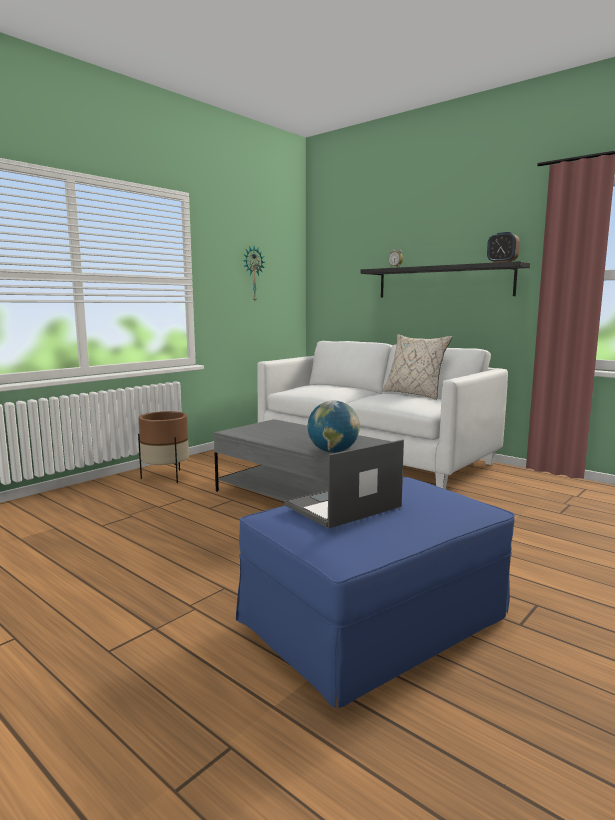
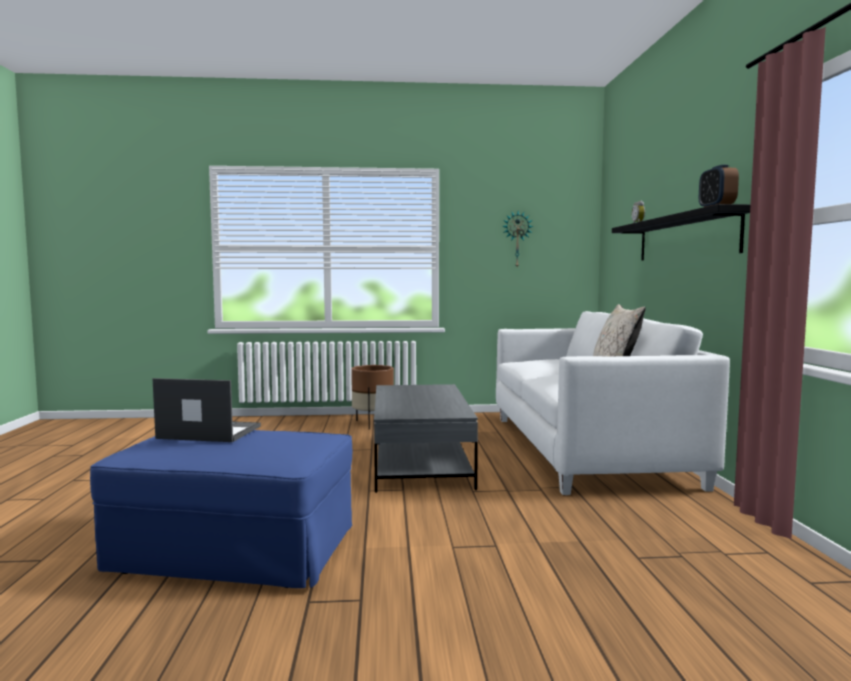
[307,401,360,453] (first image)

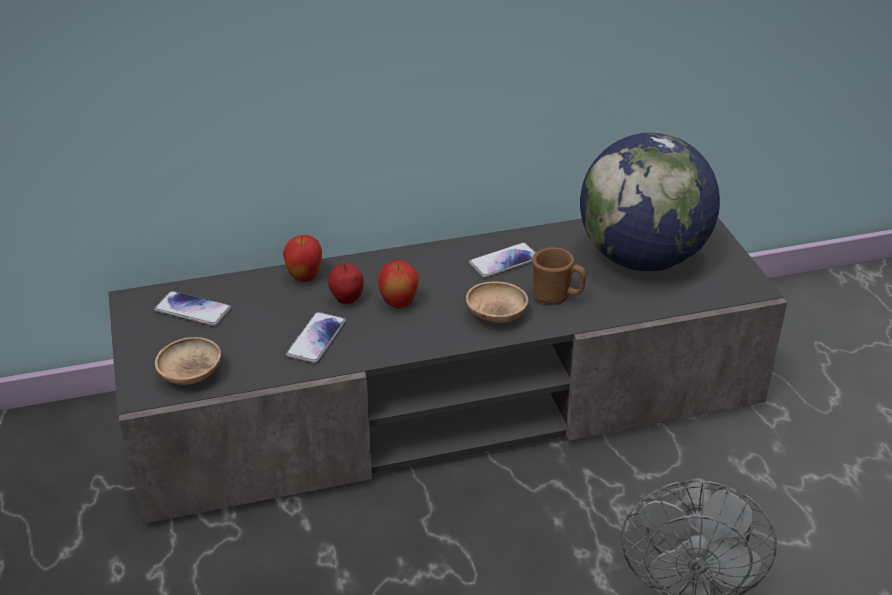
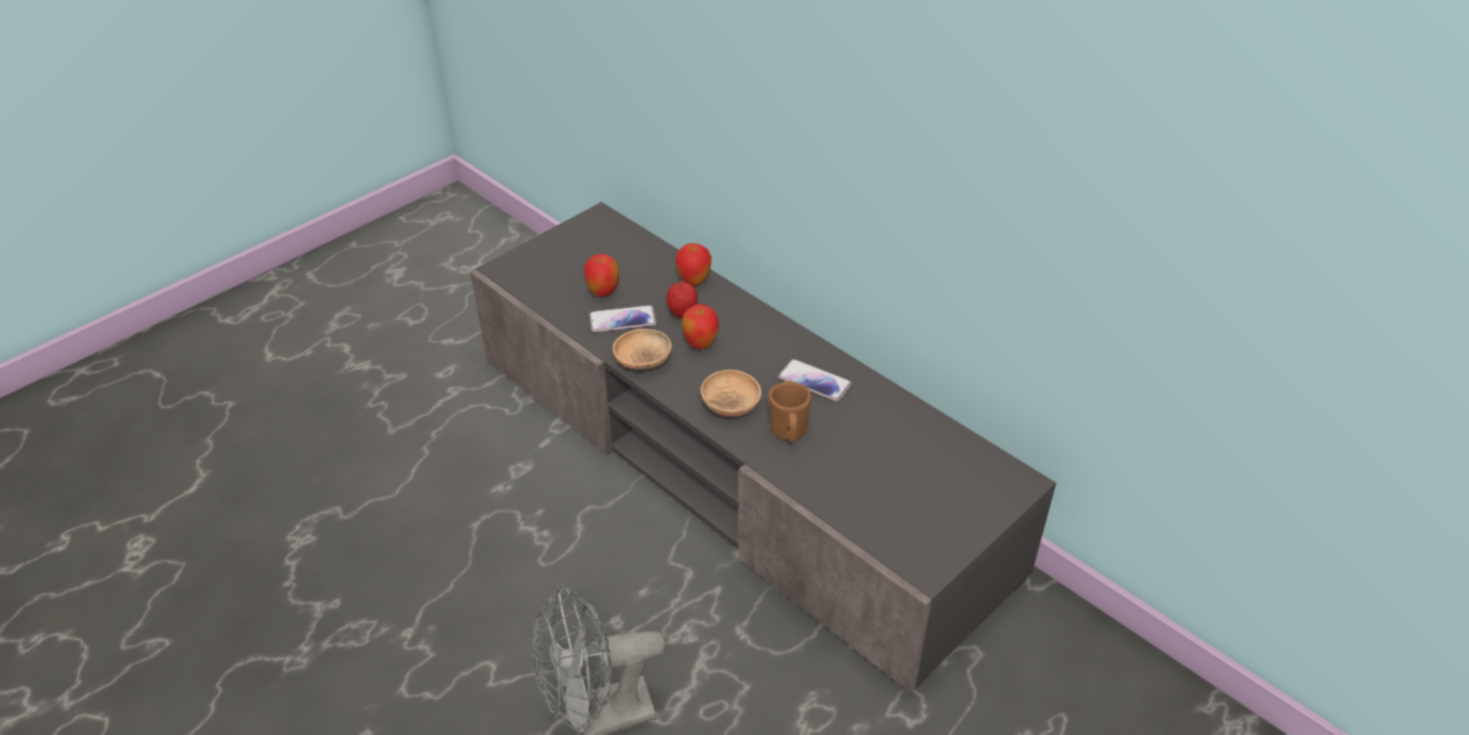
[154,291,231,326] (first image)
[613,329,672,370]
[580,133,720,271] (first image)
[584,254,619,297]

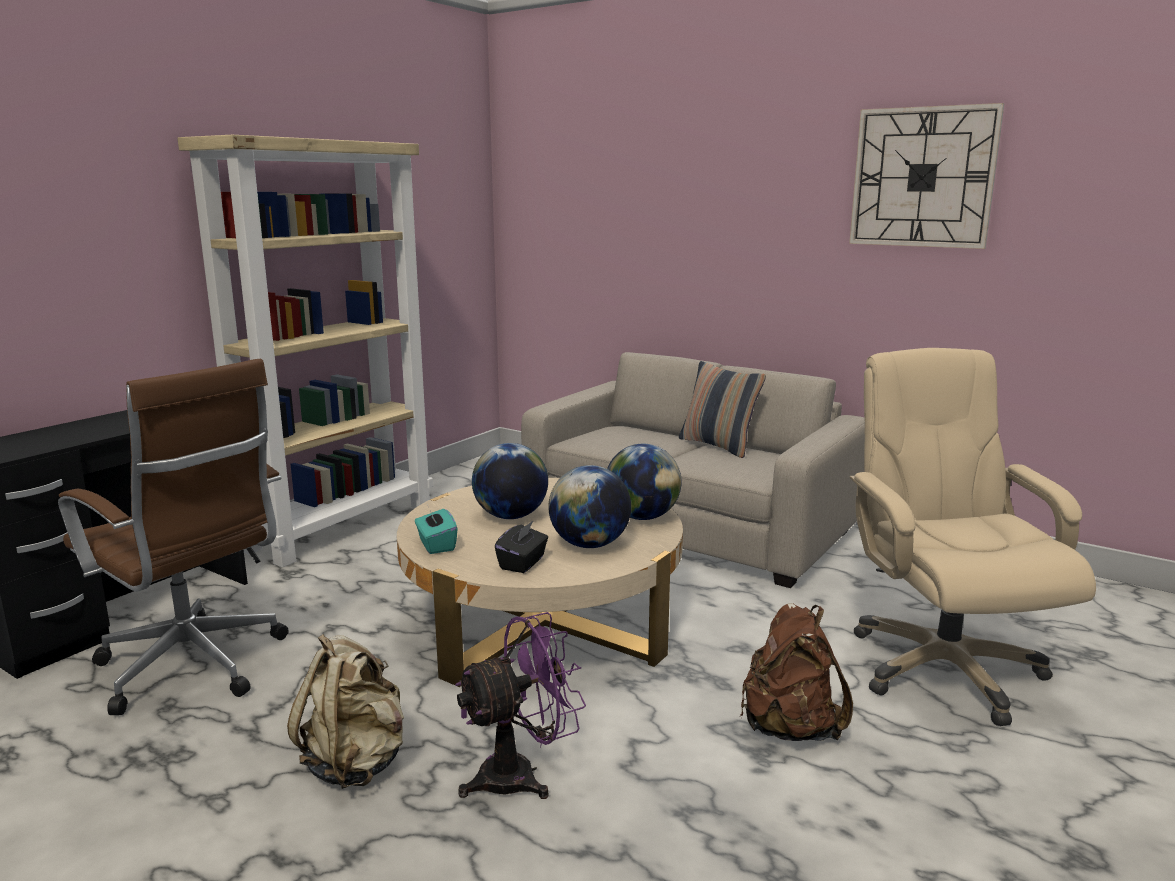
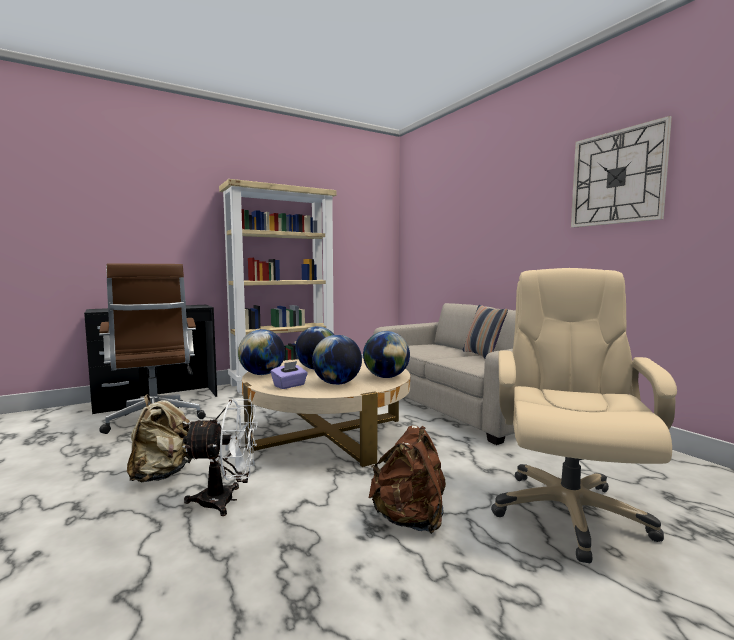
[238,329,285,375]
[182,399,258,516]
[271,361,308,389]

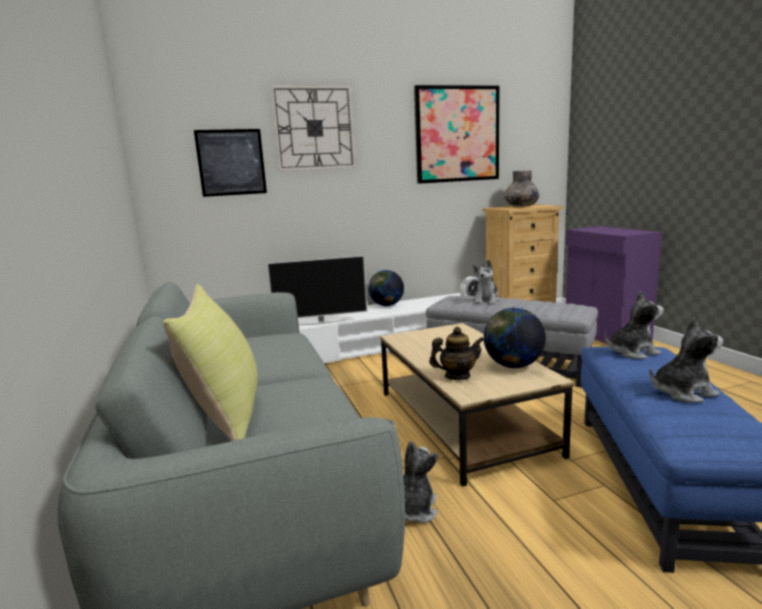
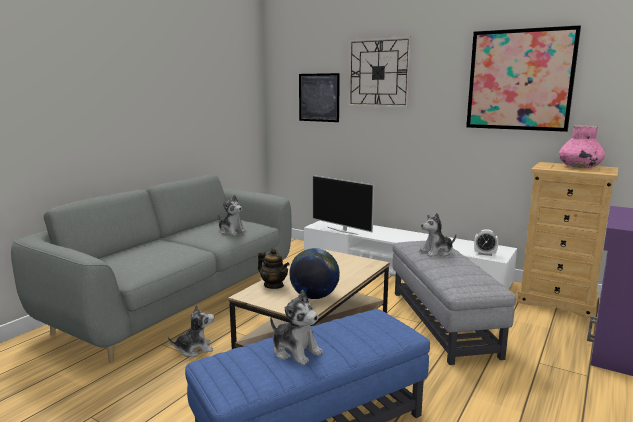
[163,284,258,441] (first image)
[368,270,404,306] (first image)
[559,125,605,168]
[218,195,247,236]

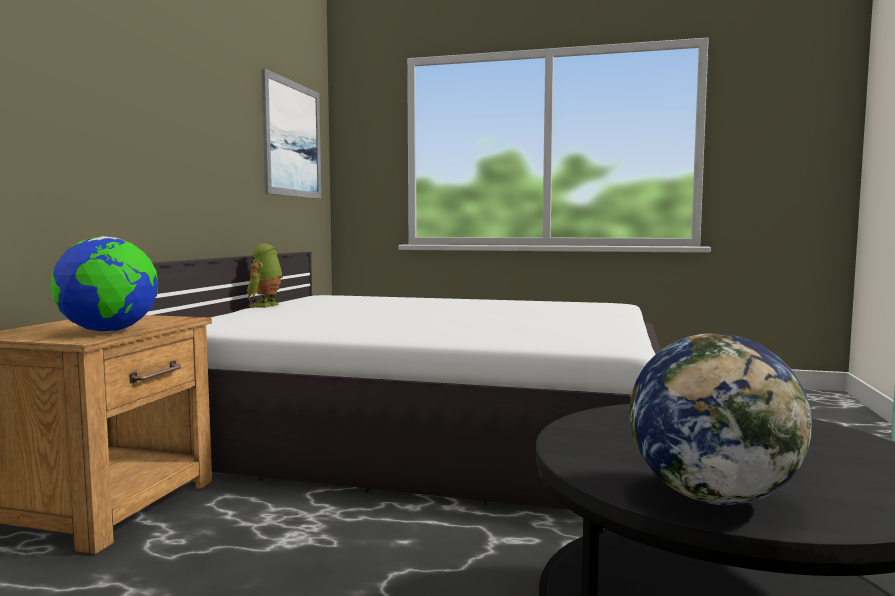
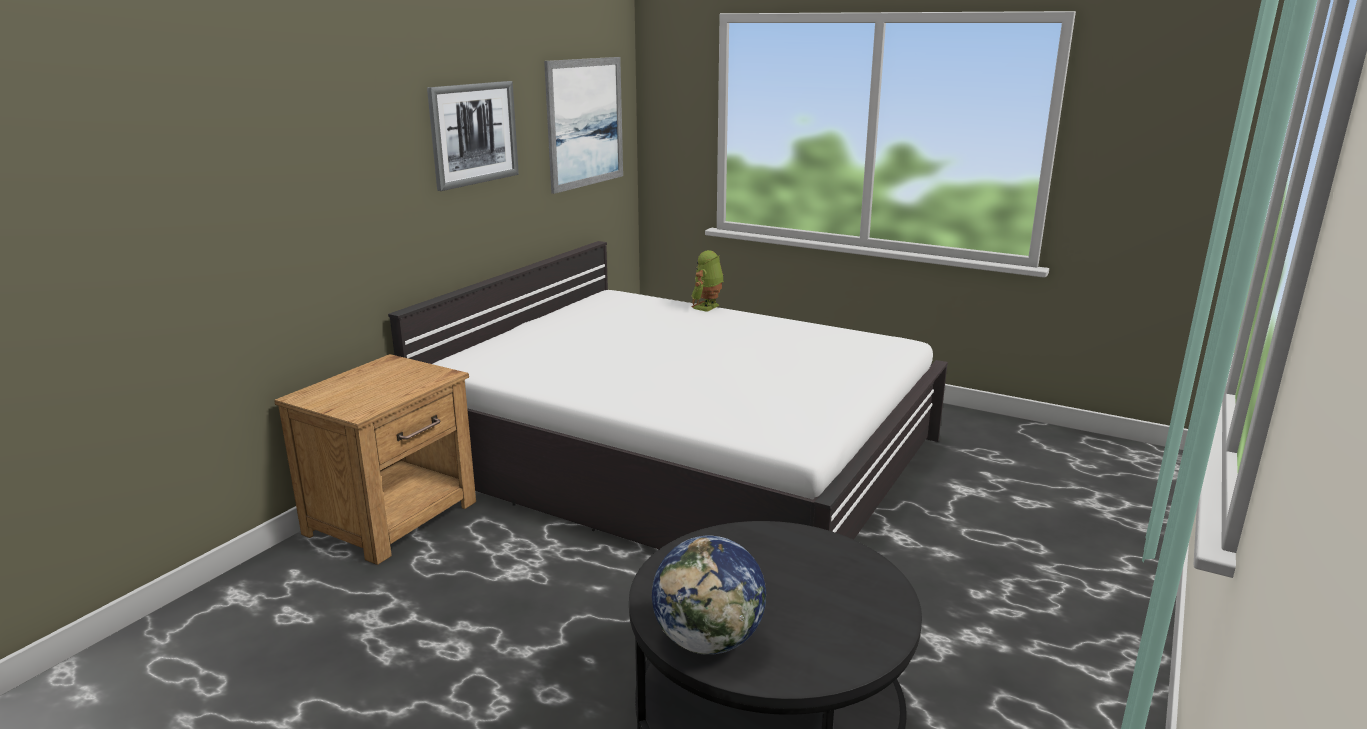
[50,236,158,332] (first image)
[691,250,724,312]
[427,81,519,191]

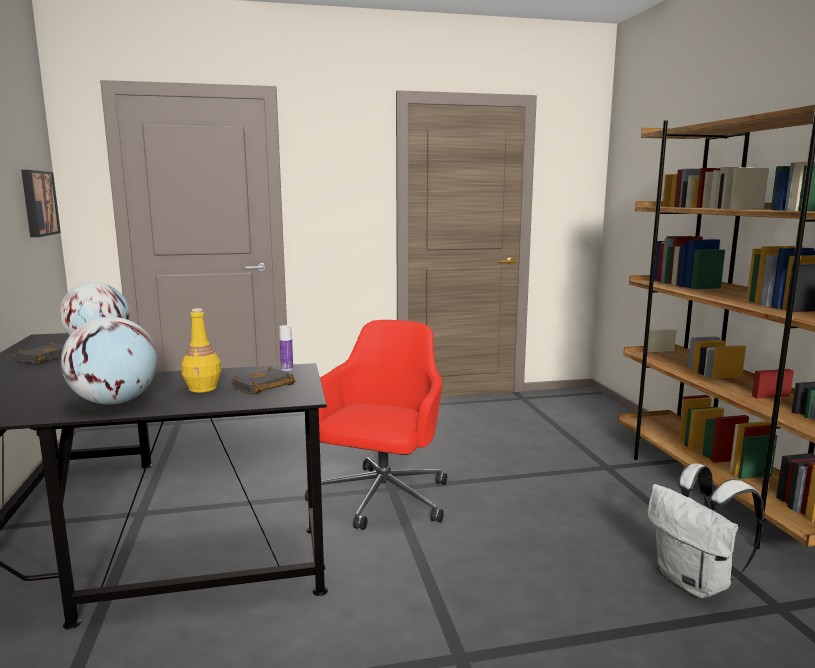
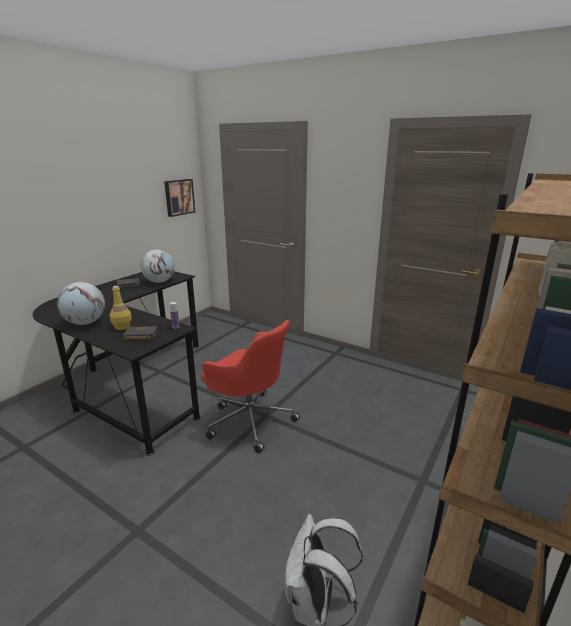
[201,320,300,453]

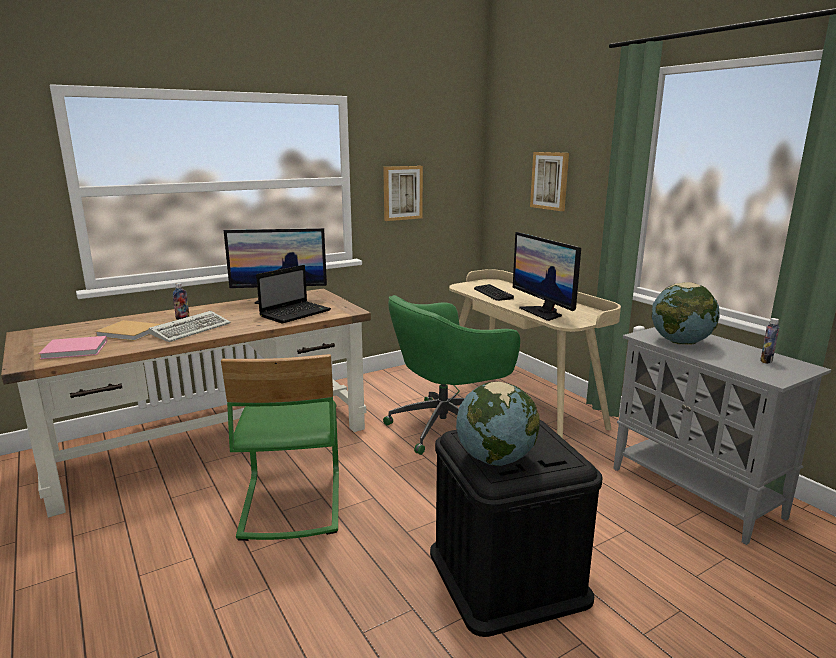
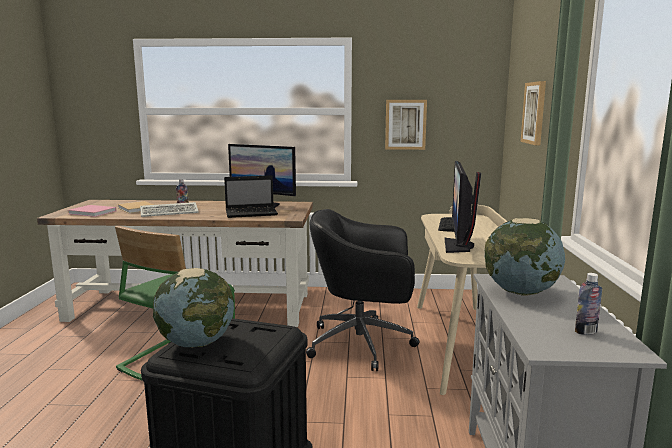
[306,209,419,371]

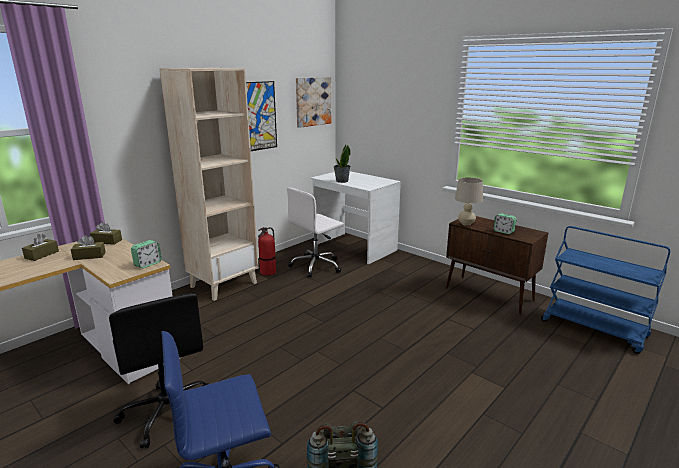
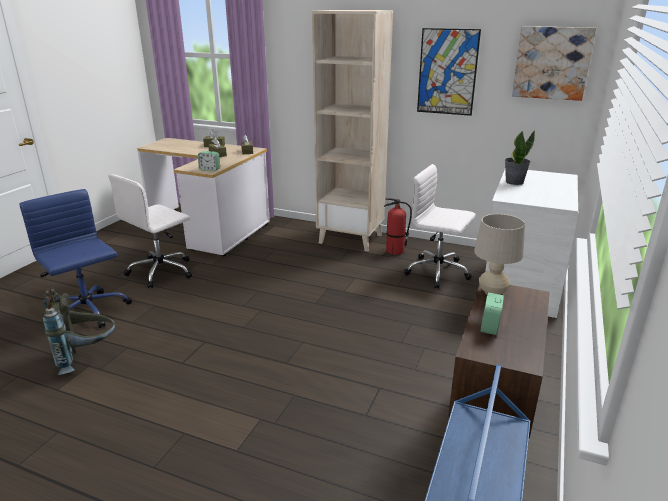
[108,174,192,288]

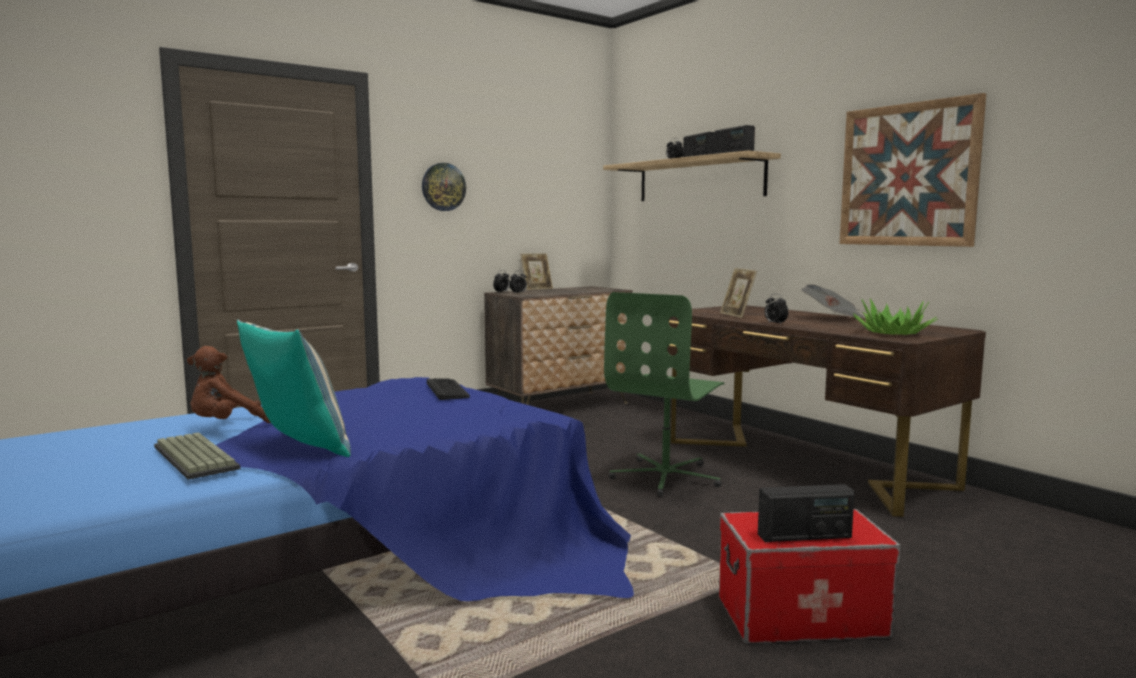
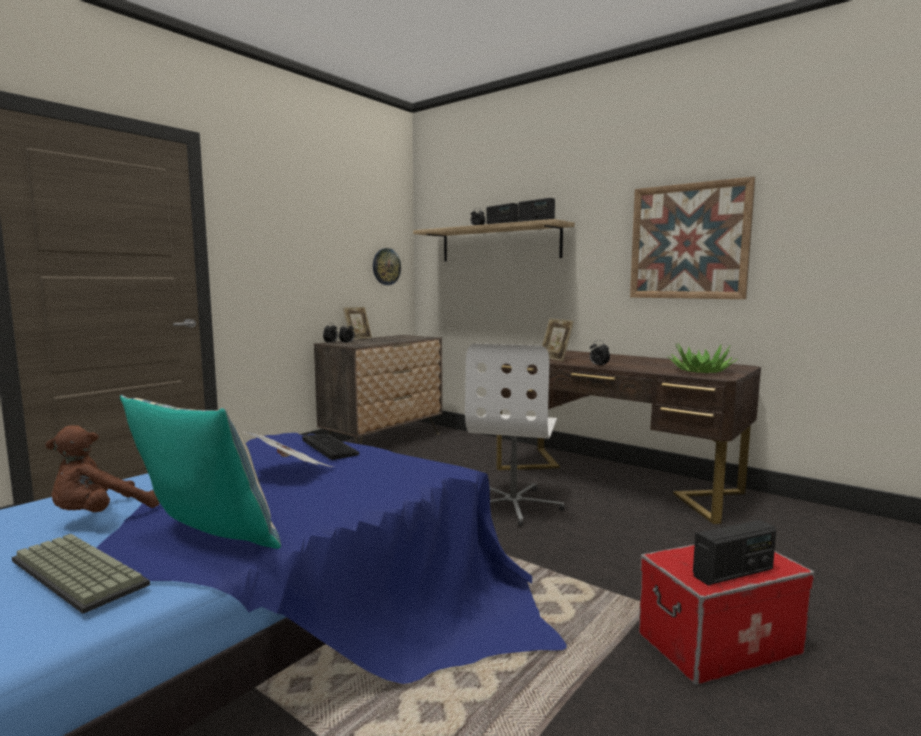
[373,248,401,285]
[465,343,565,526]
[241,431,334,467]

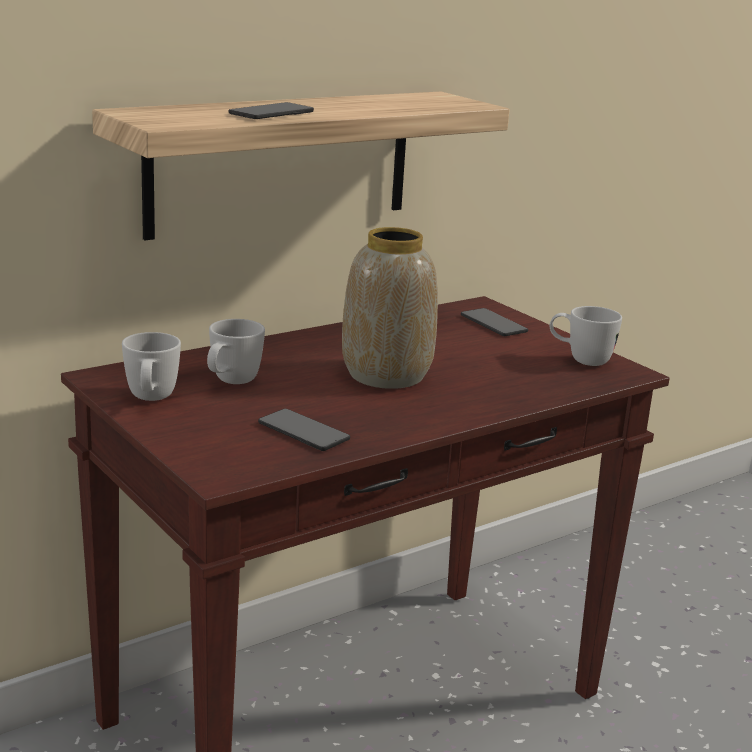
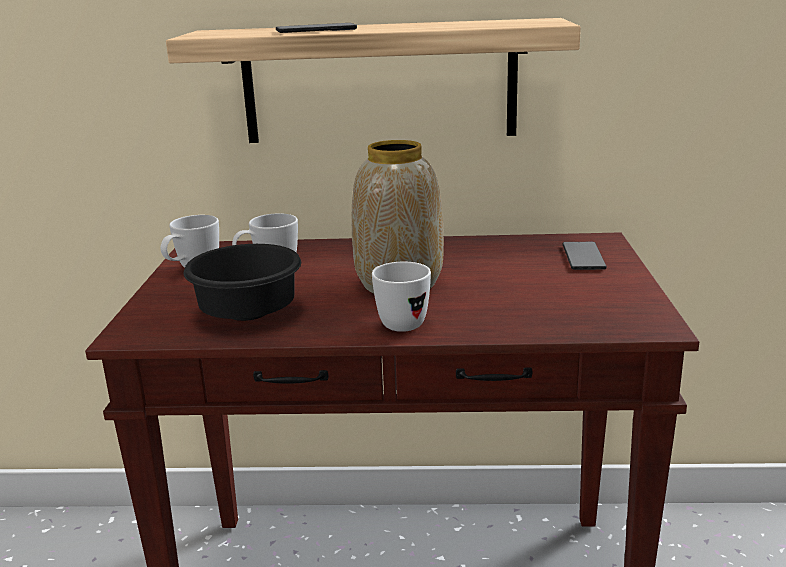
[184,244,301,321]
[372,261,431,332]

